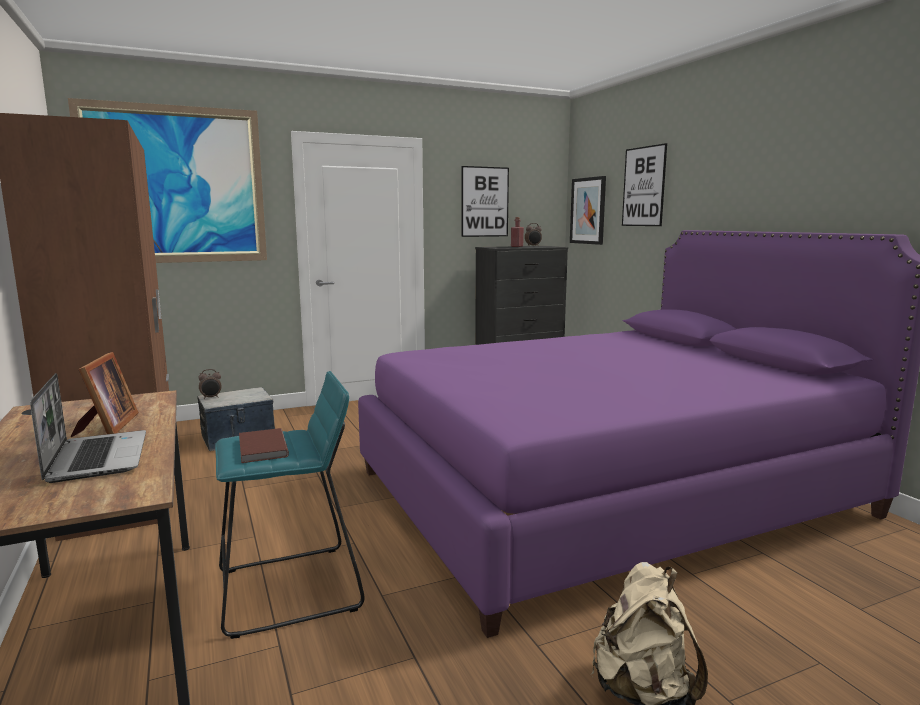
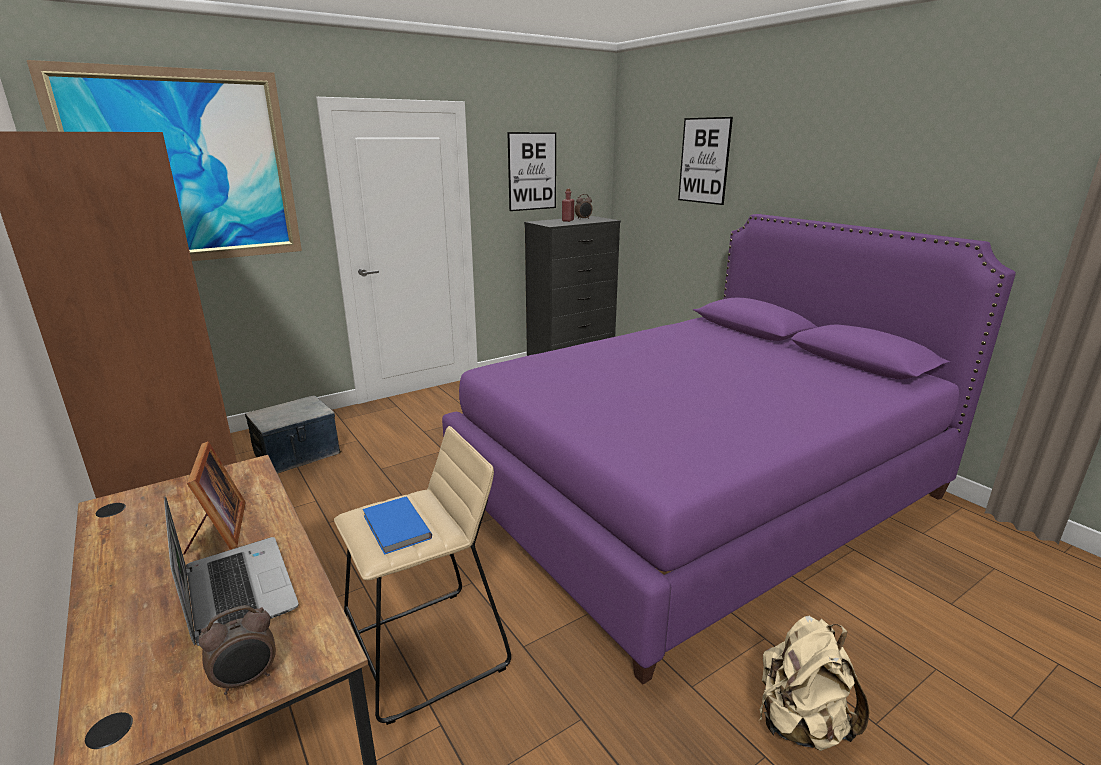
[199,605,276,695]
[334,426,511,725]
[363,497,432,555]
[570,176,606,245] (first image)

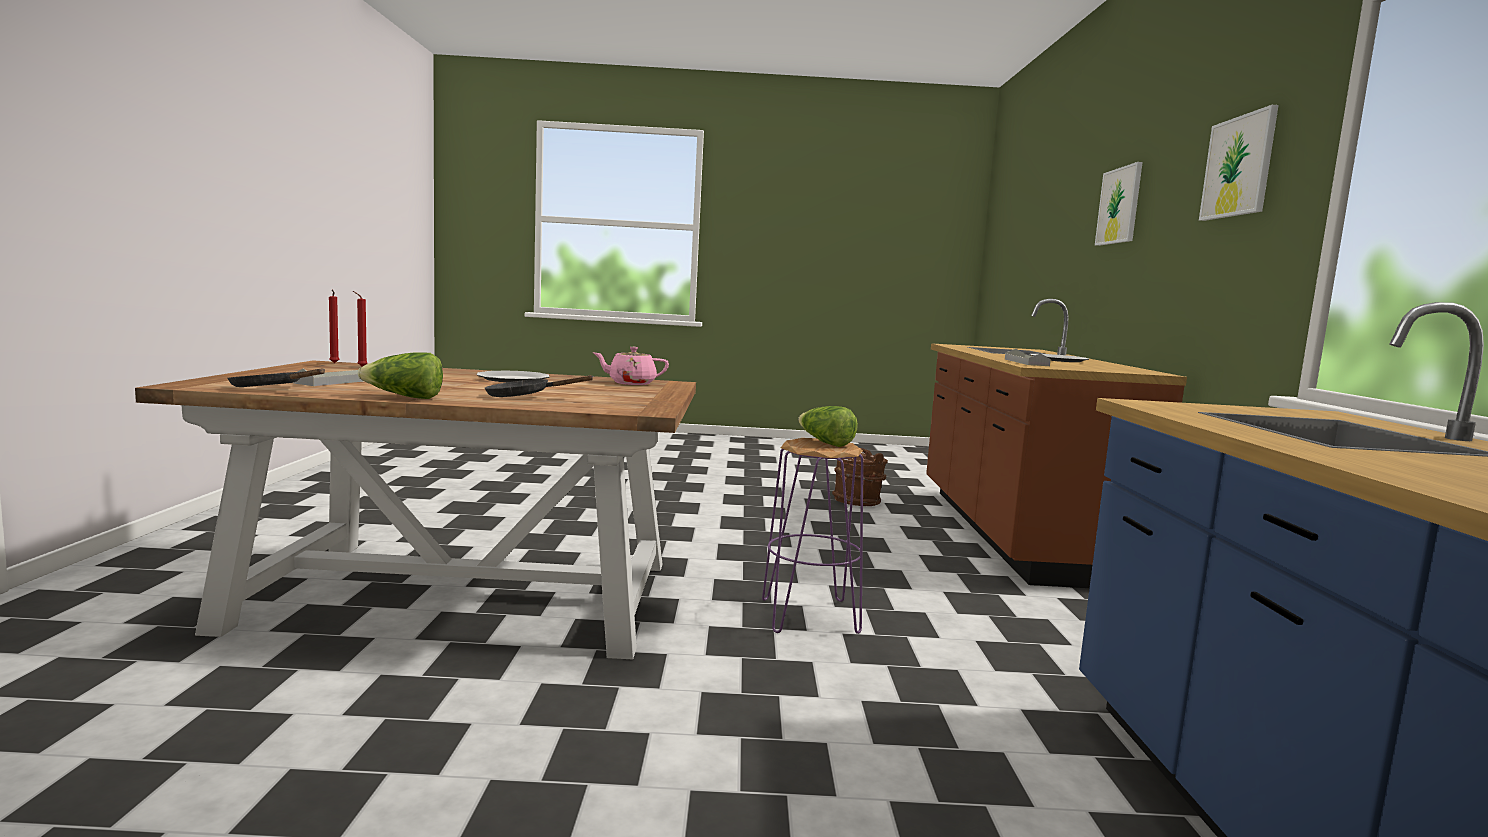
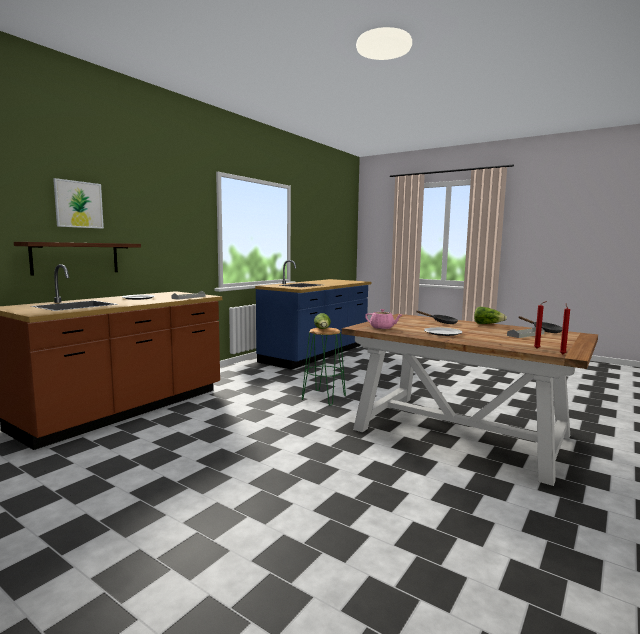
[302,327,346,406]
[832,448,888,506] (first image)
[1199,105,1279,221] (first image)
[14,242,141,276]

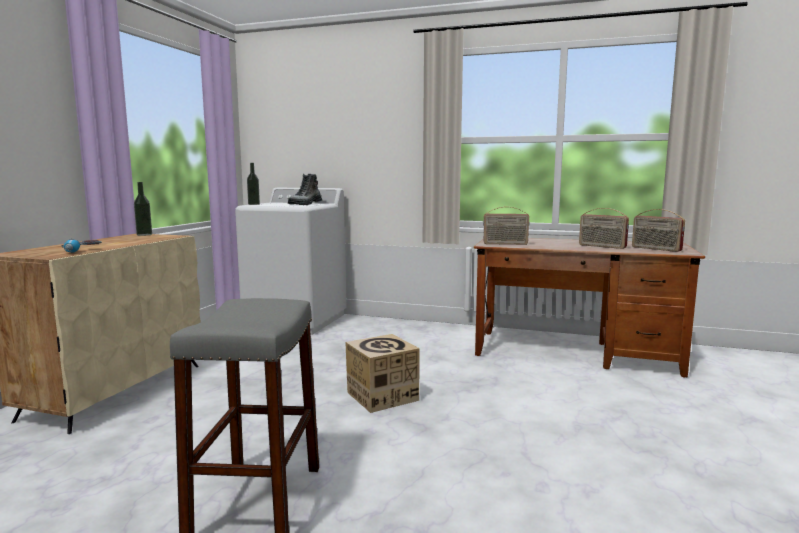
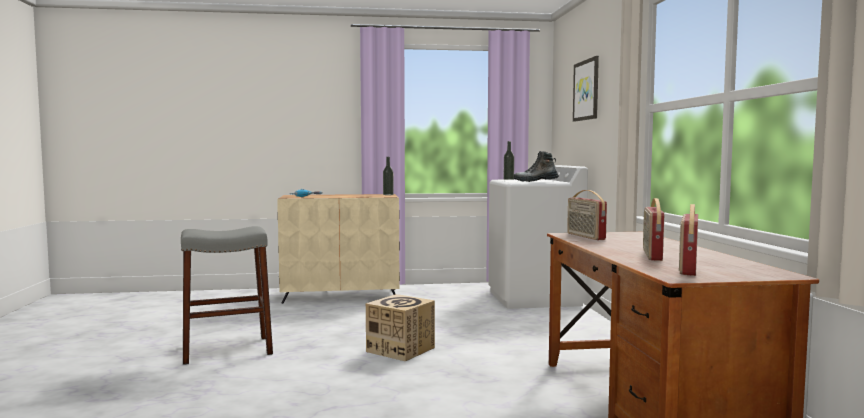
[573,56,599,122]

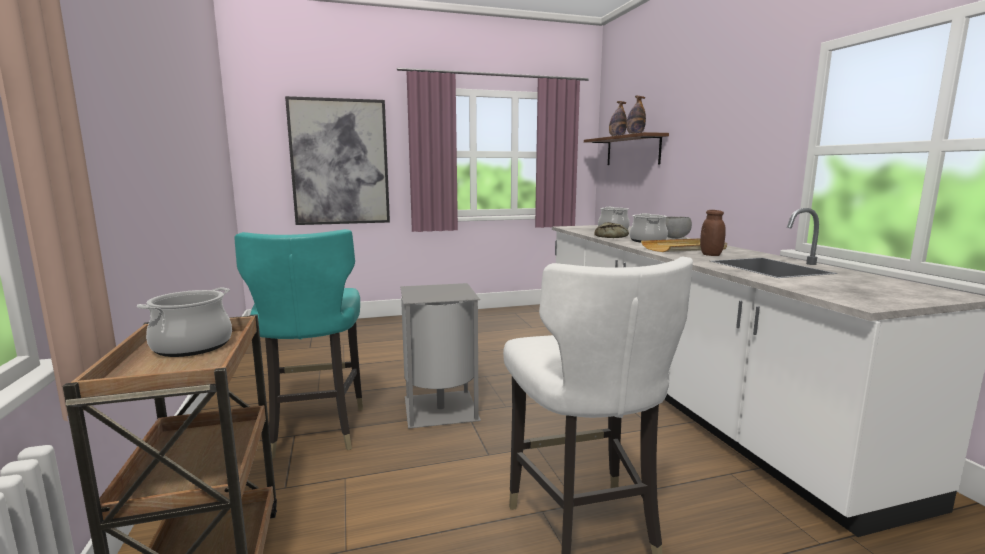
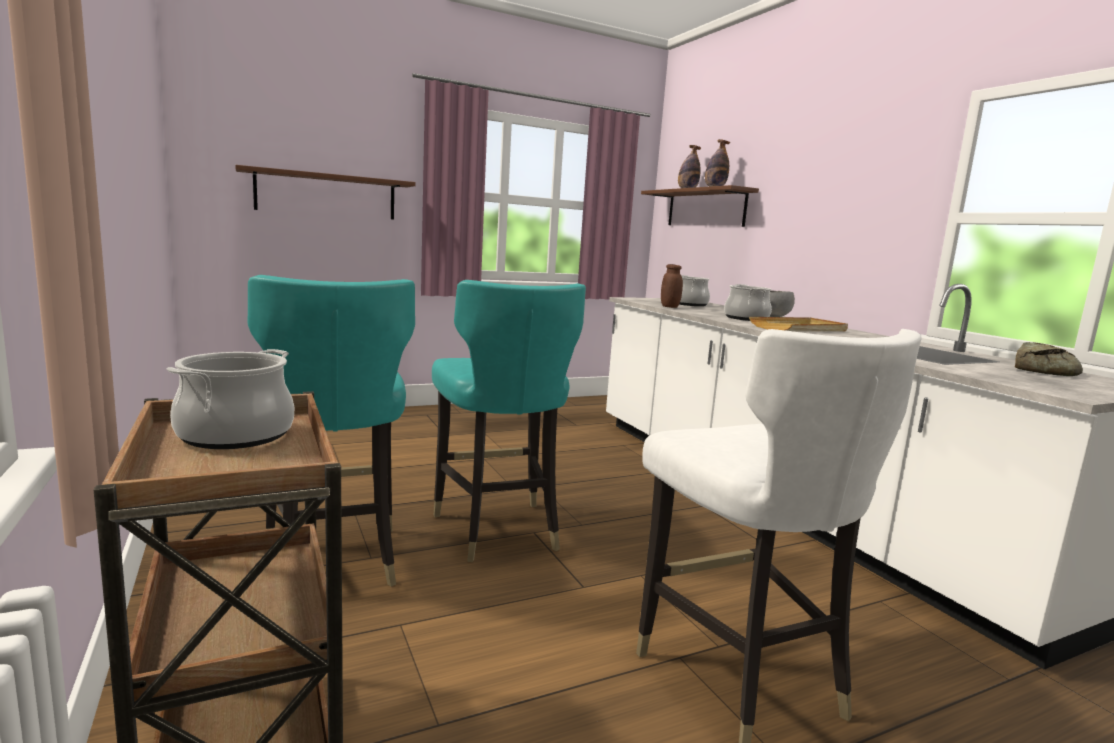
[235,165,416,220]
[432,280,586,562]
[1015,342,1083,376]
[661,264,683,308]

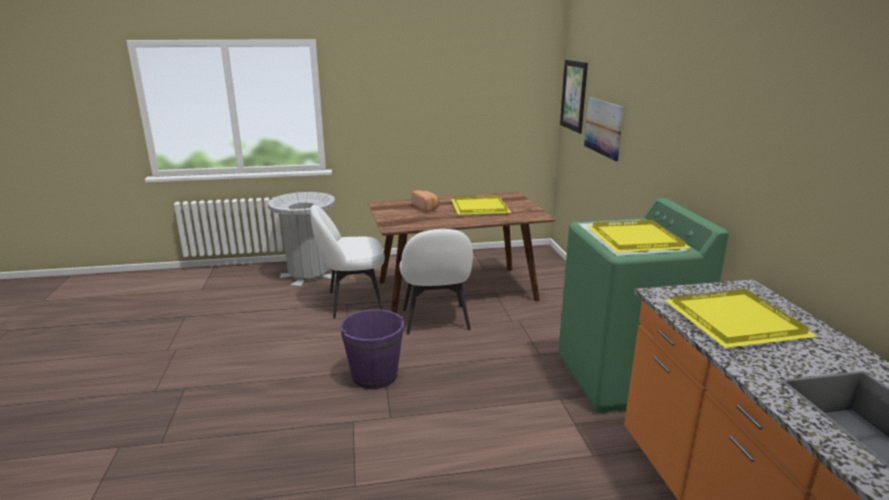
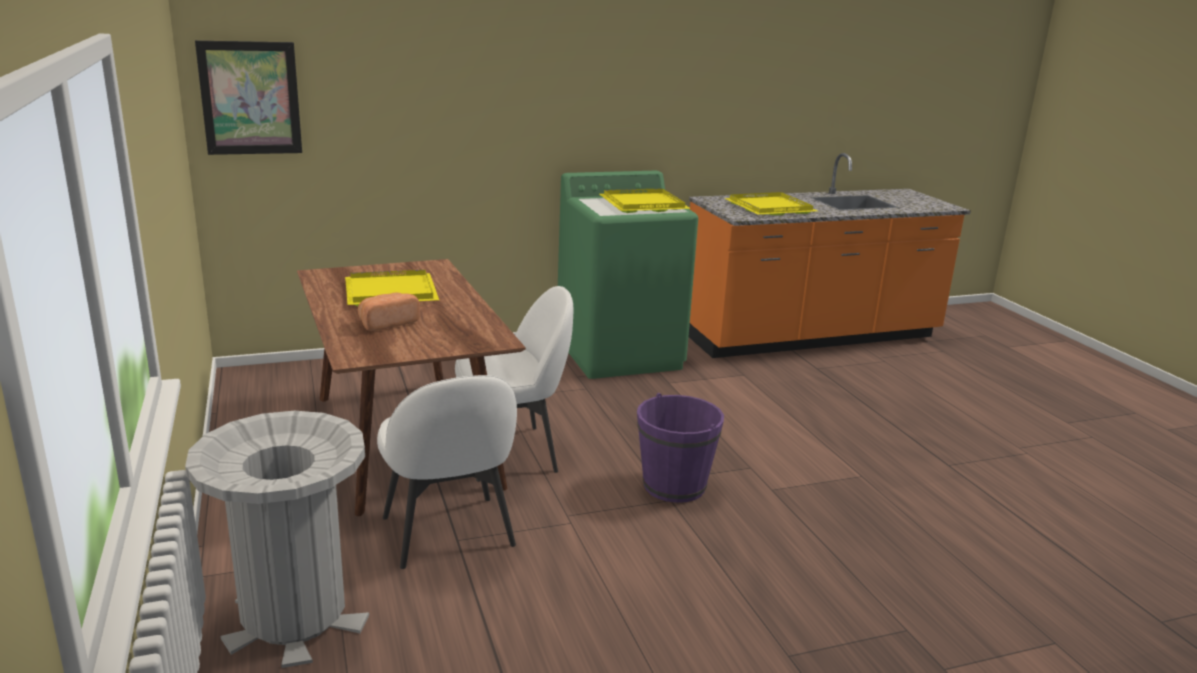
[584,97,624,161] (first image)

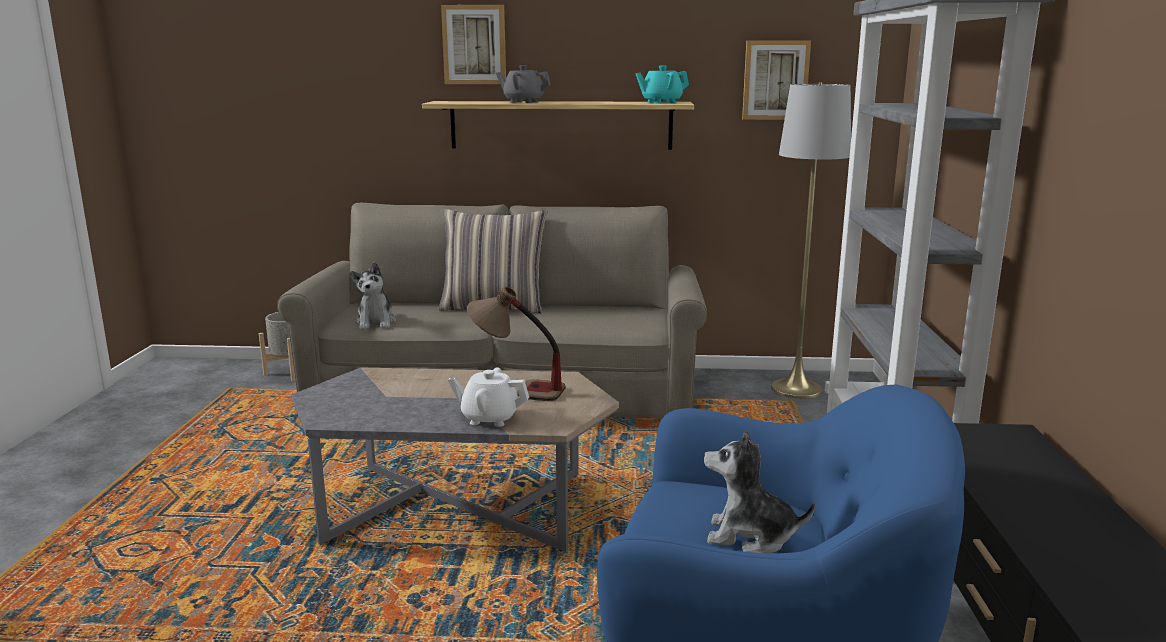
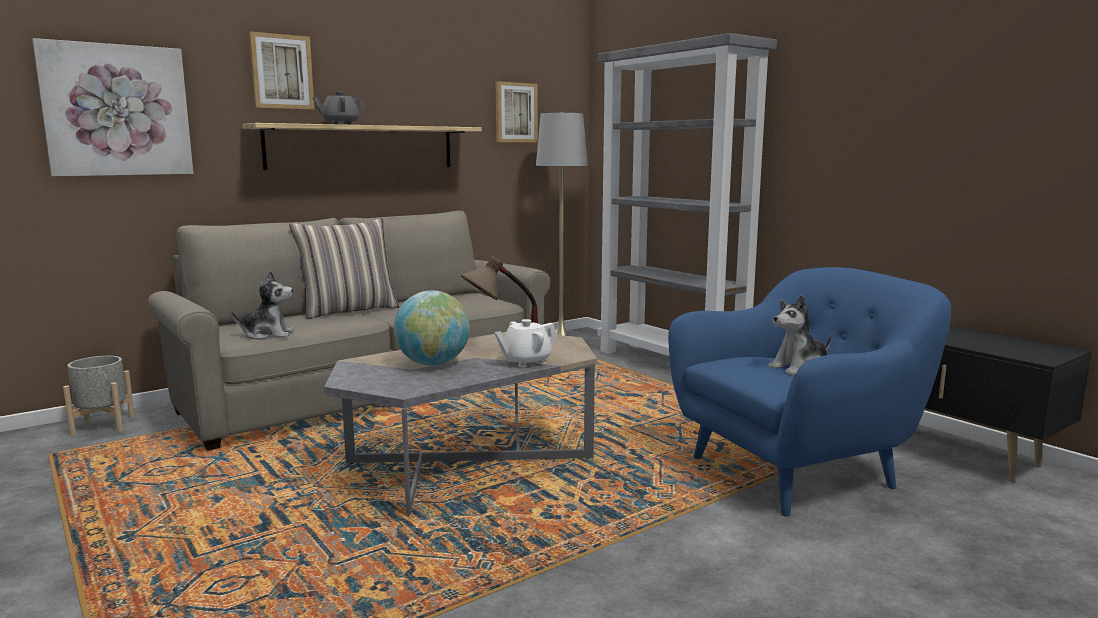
[231,271,294,340]
[635,65,689,104] (first image)
[32,38,194,177]
[394,290,470,366]

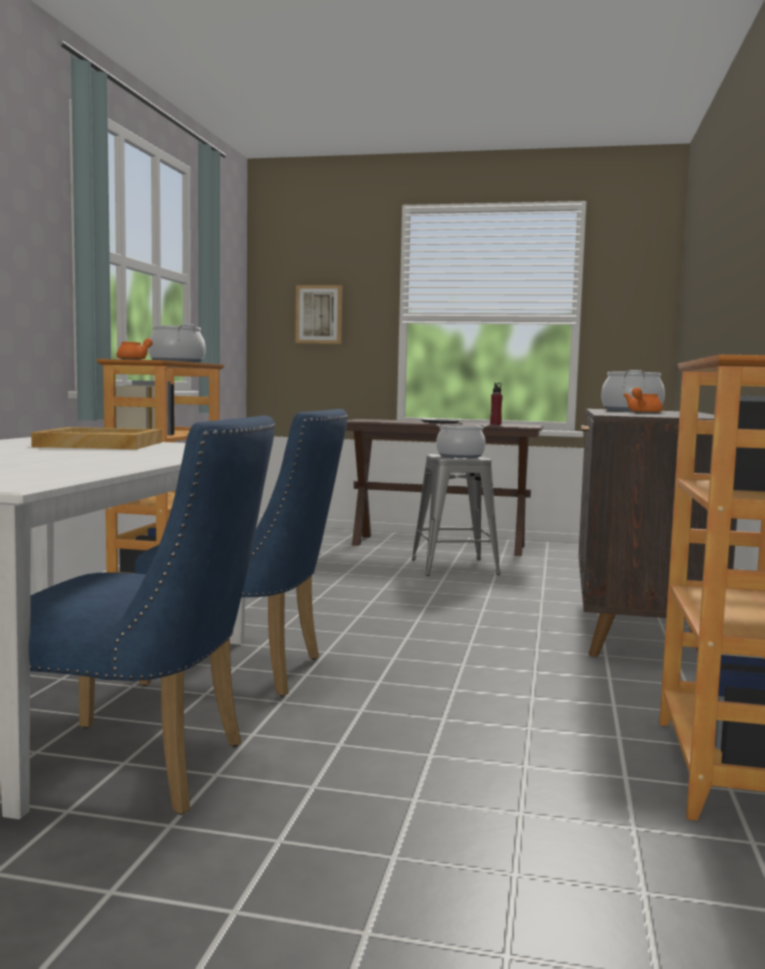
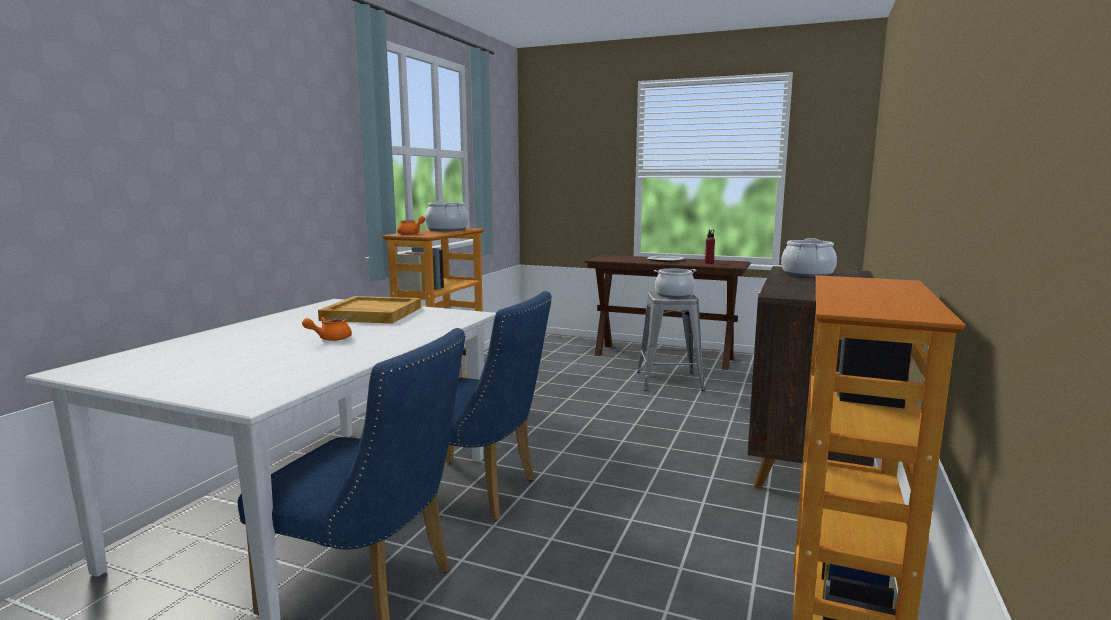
[295,285,342,344] (first image)
[302,317,352,341]

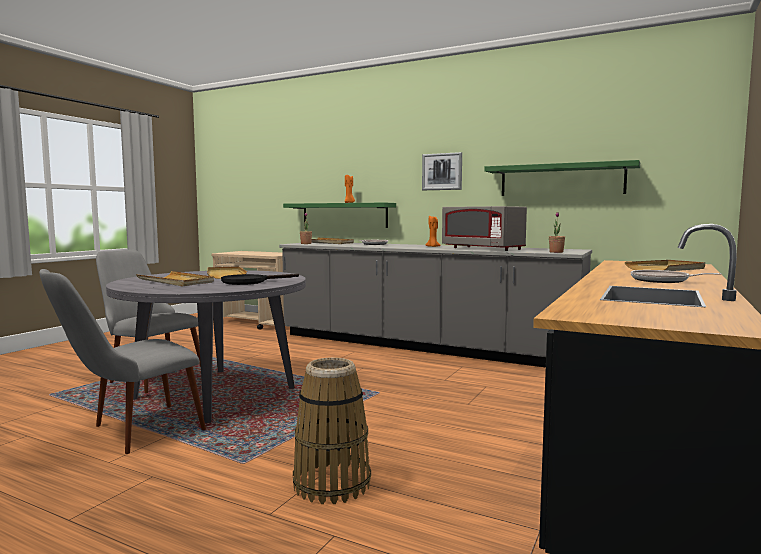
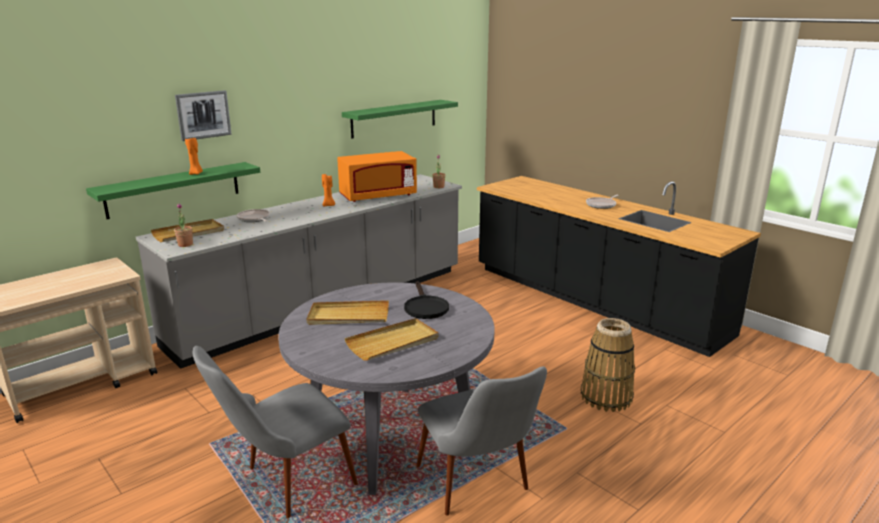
[175,90,232,141]
[337,151,417,202]
[625,260,705,271] (first image)

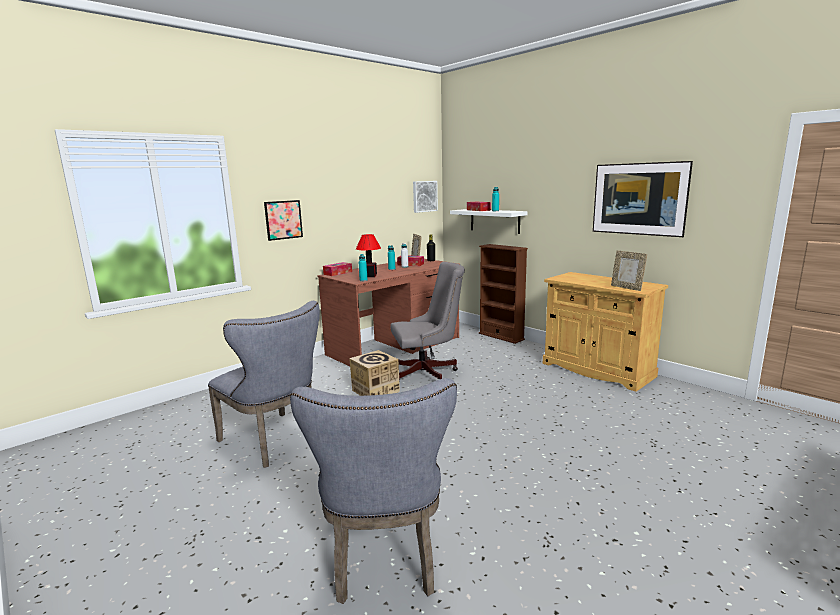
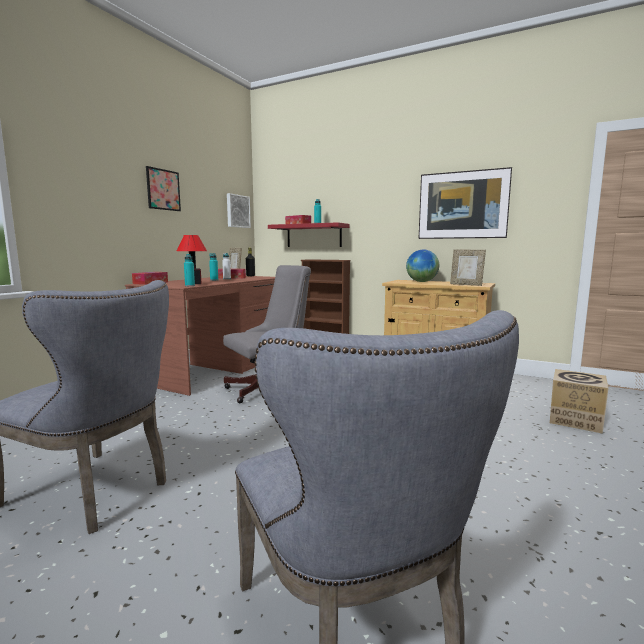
[146,166,181,211]
[550,369,608,434]
[268,222,350,247]
[406,249,439,282]

